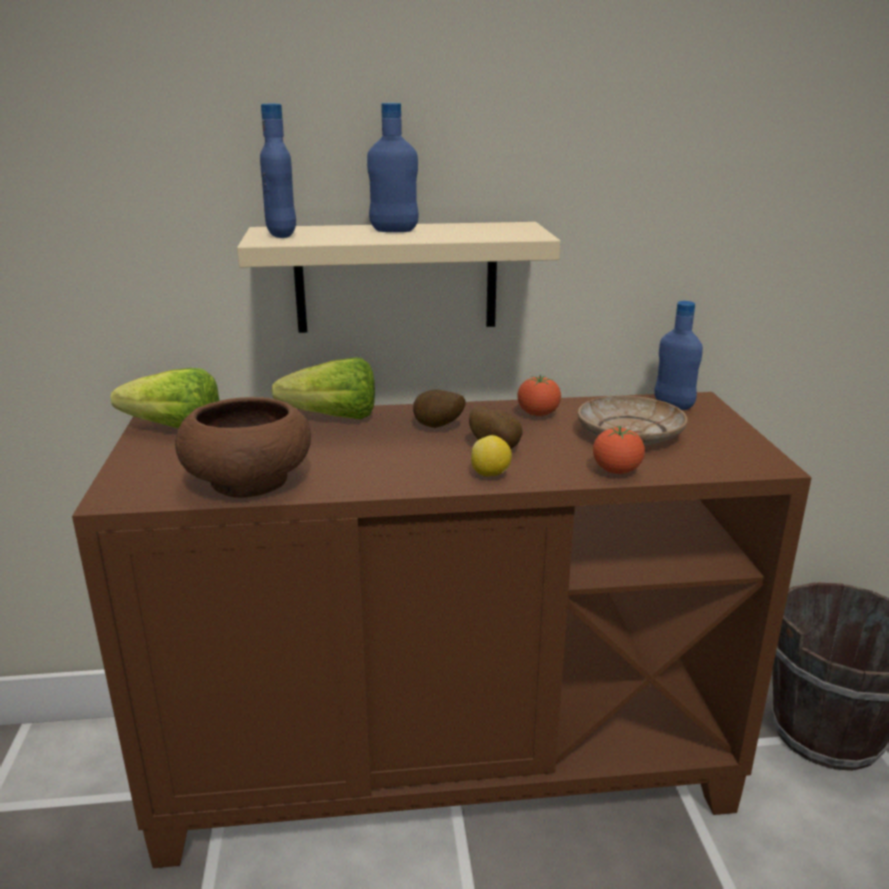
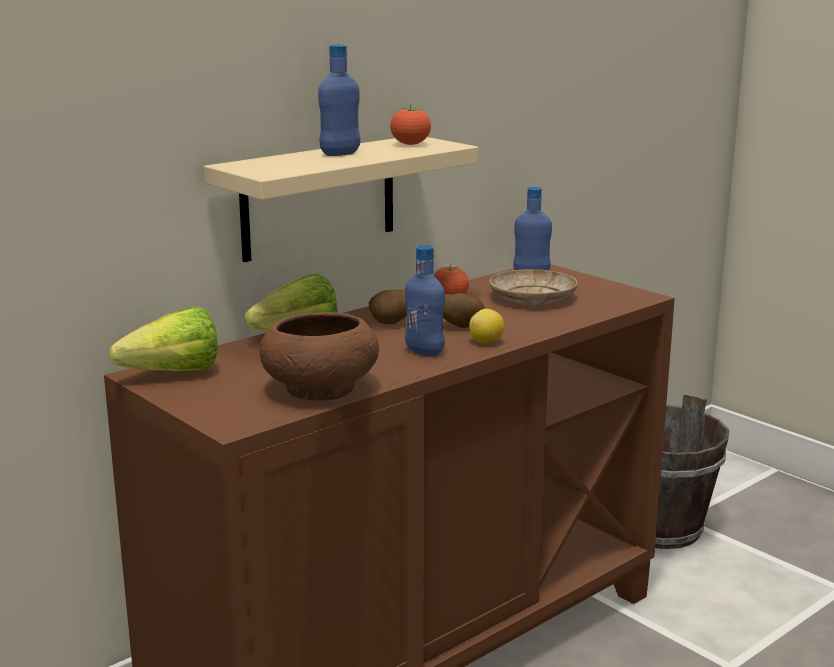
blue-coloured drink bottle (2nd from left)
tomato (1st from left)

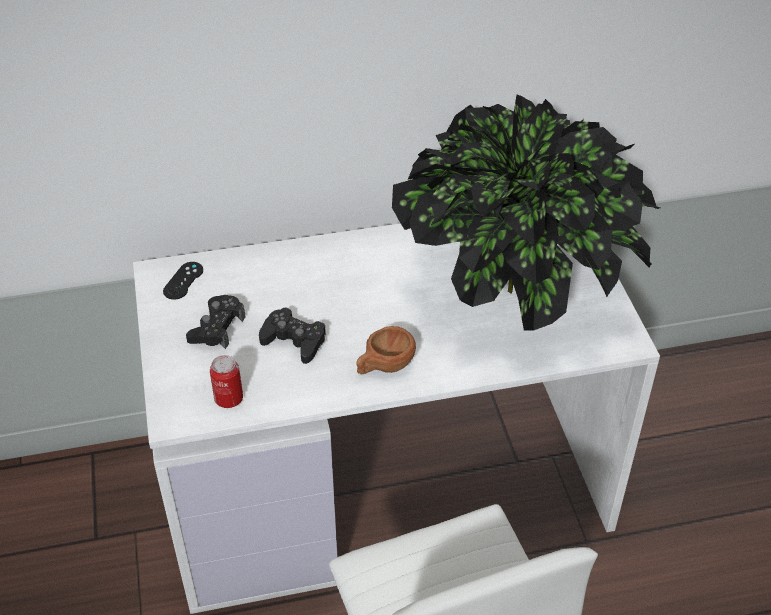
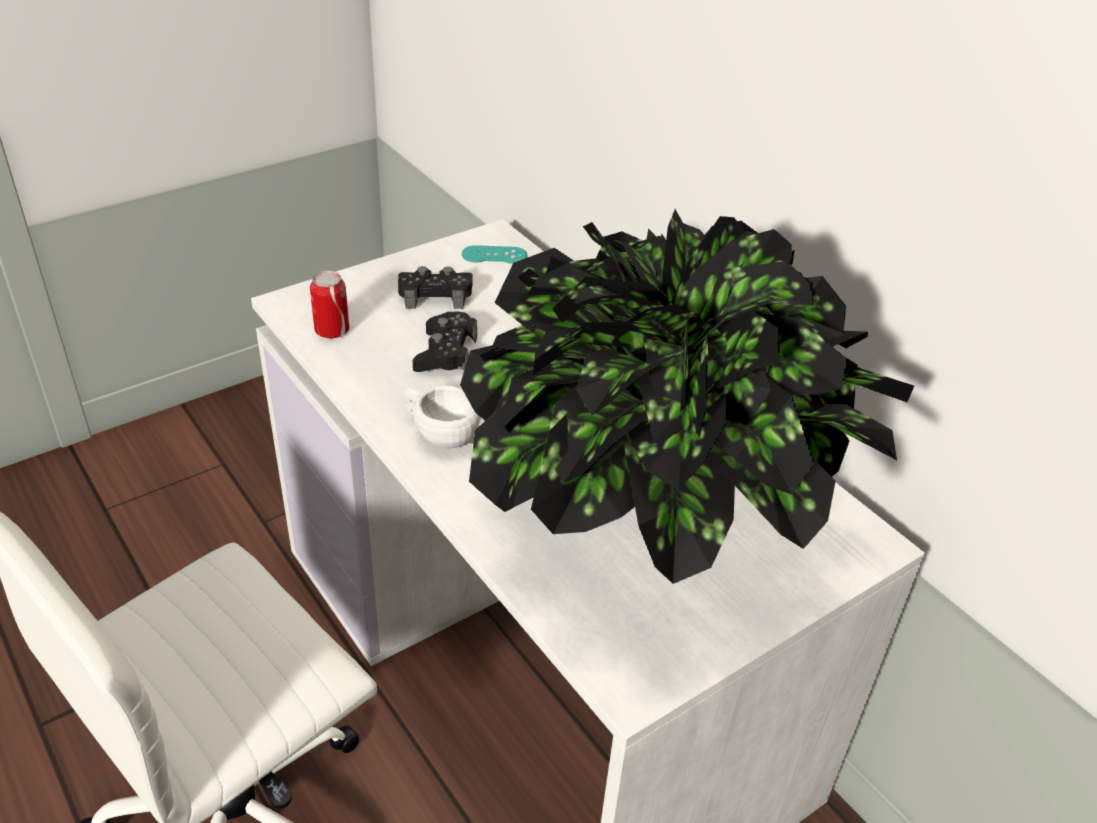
blue-green gamepad
white small cup

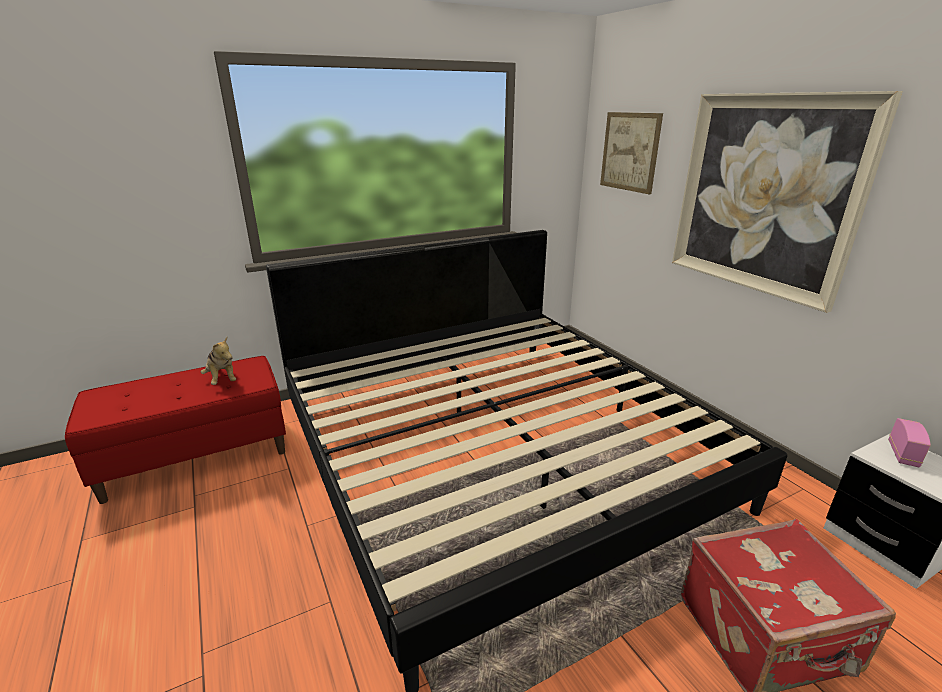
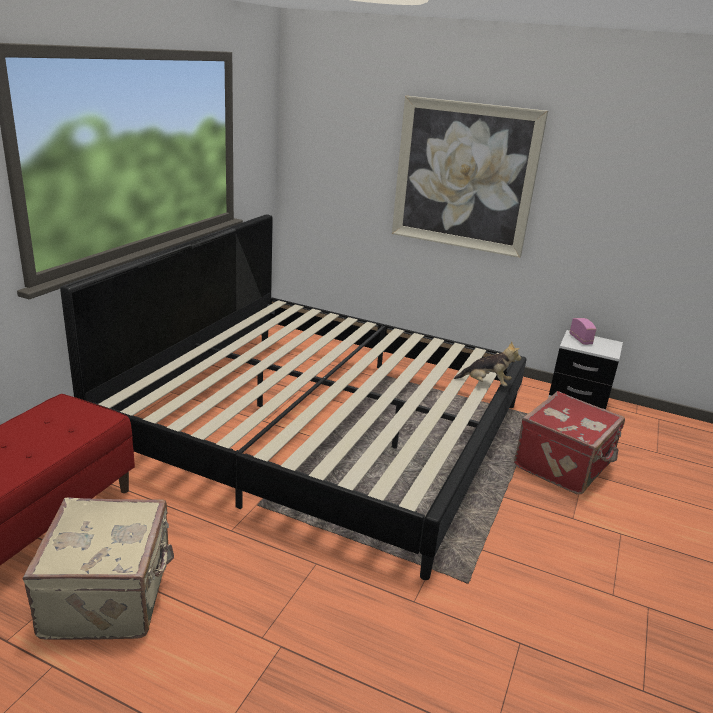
wall picture (1st from left in the first image)
soft toy
sand-coloured travel case

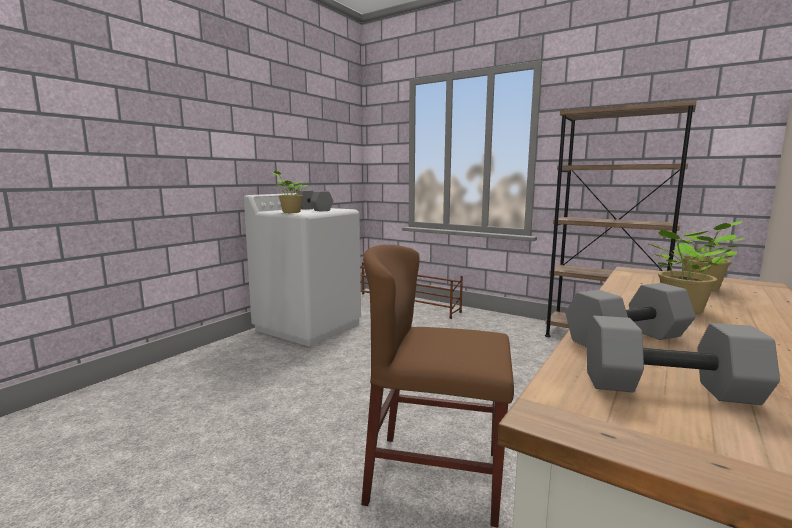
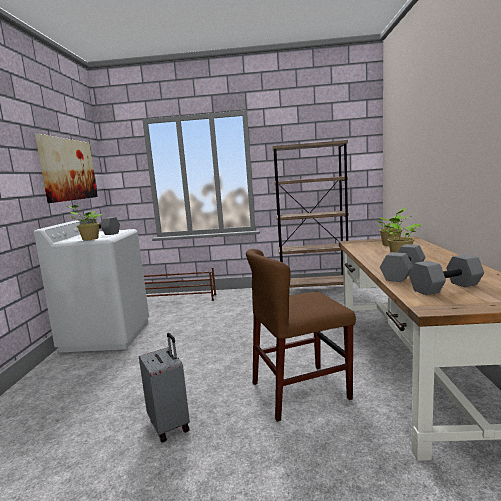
wall picture
gray travel case

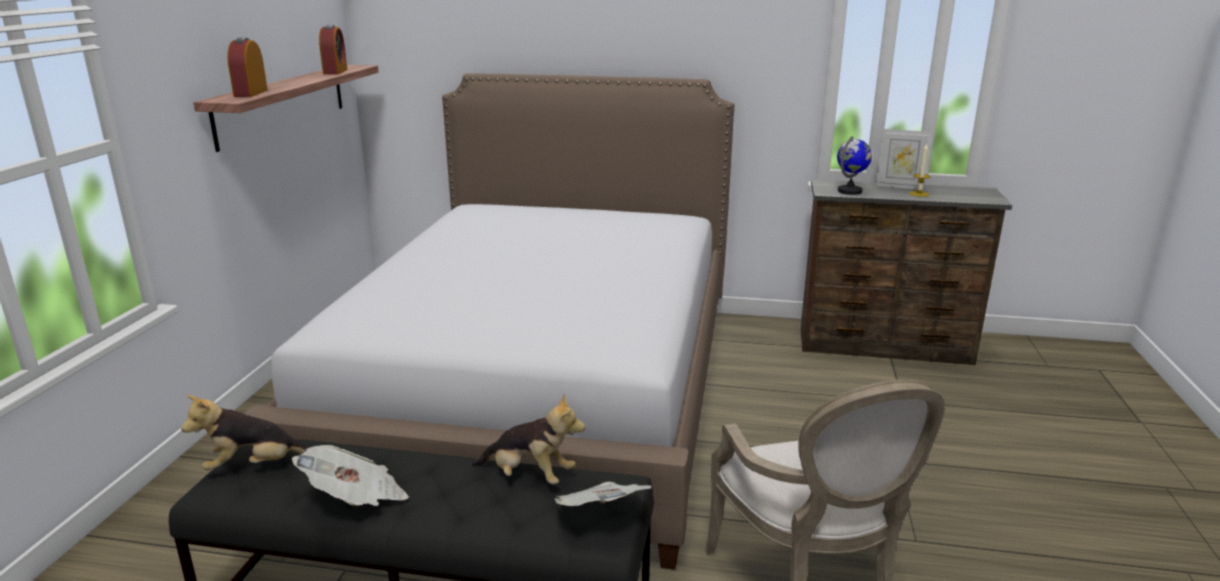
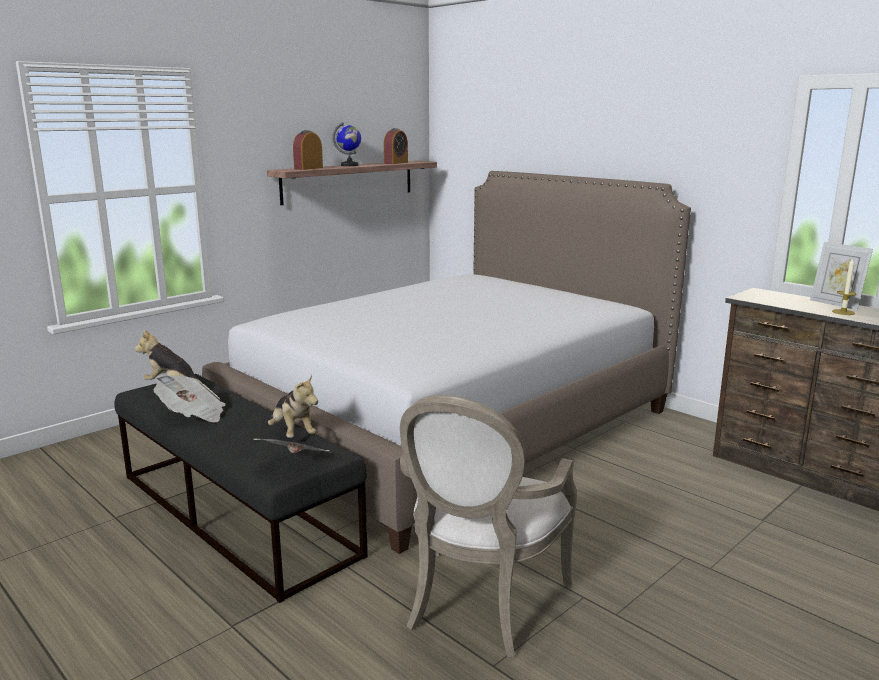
globe

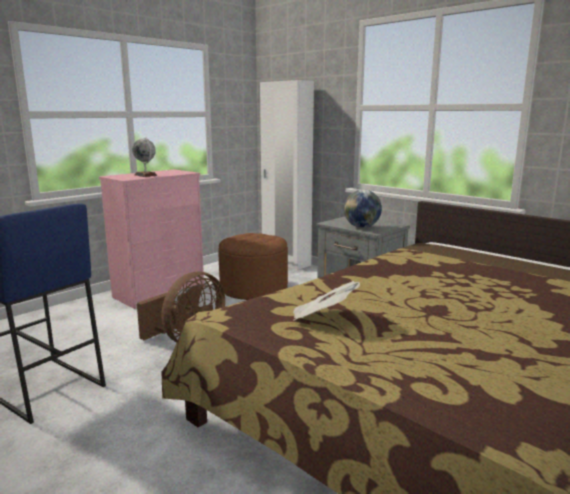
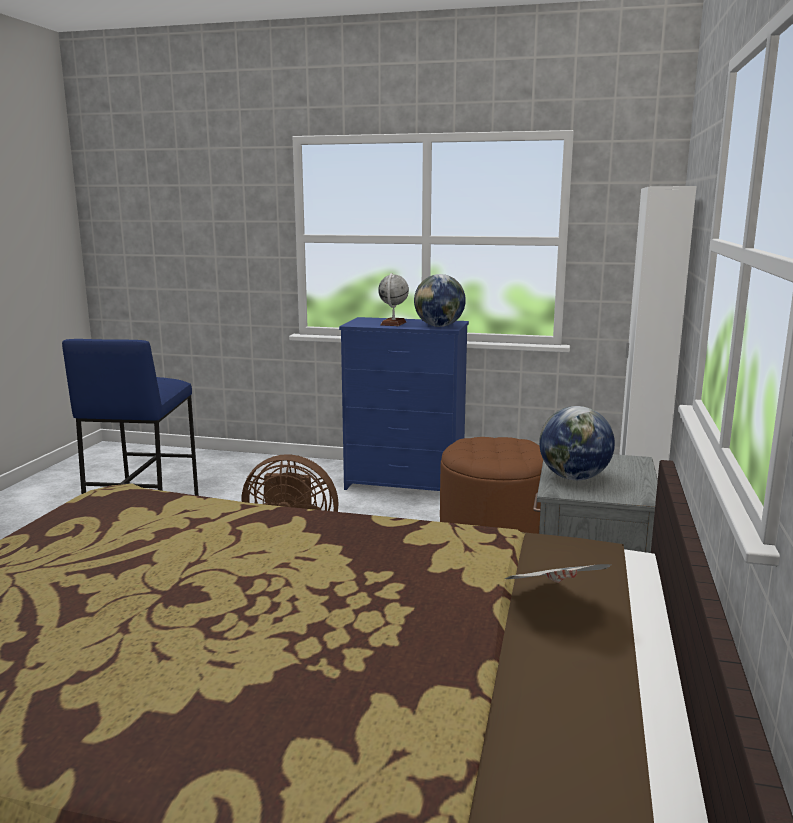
blue-coloured drawer chest
daily paper
globe (2nd from left)

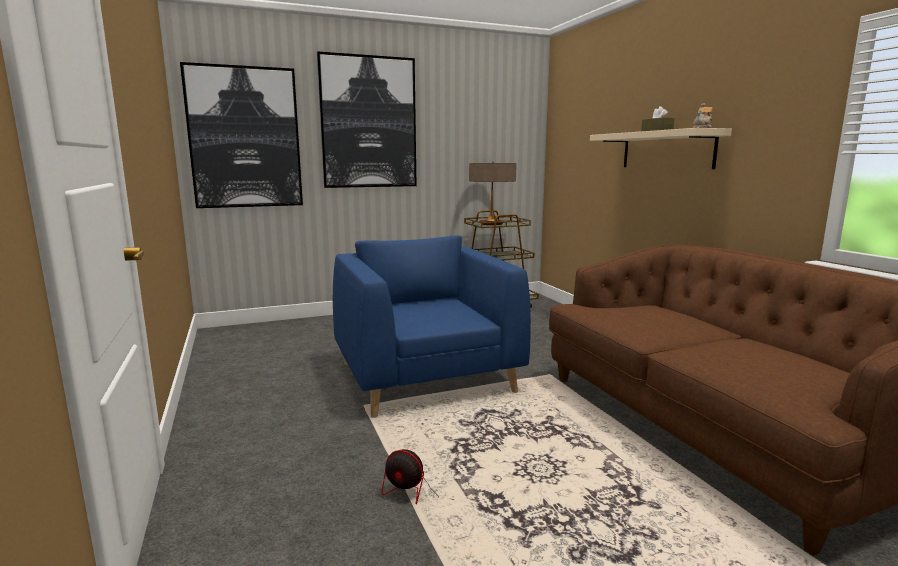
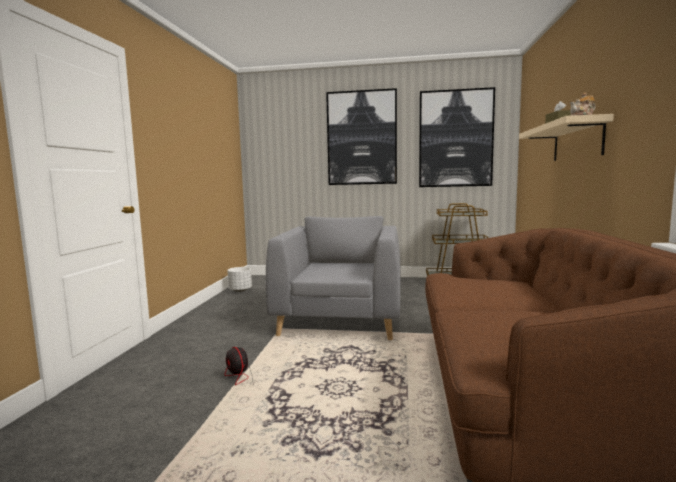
wall picture (2nd from left)
table lamp
gray armchair
white planter

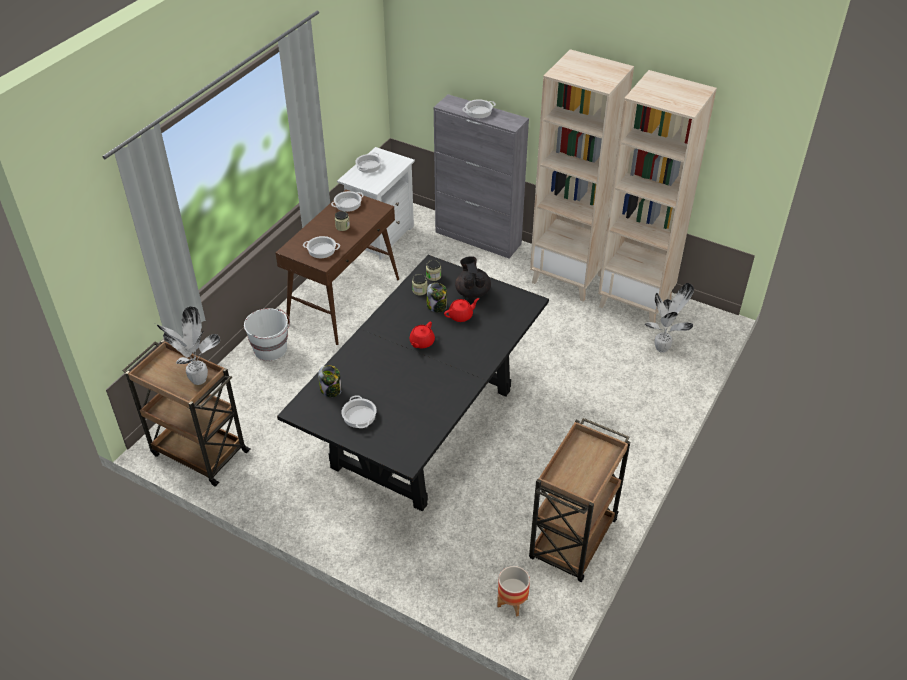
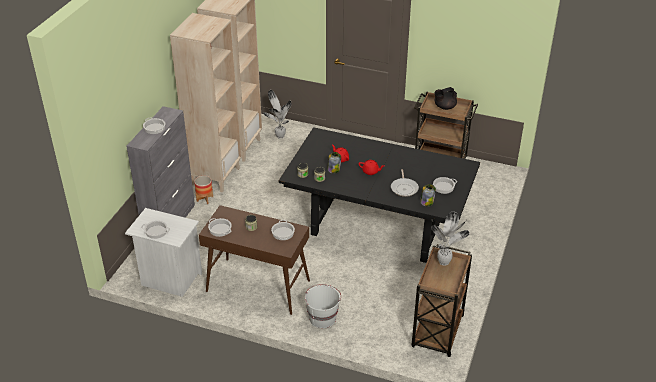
black-coloured tea pot
planter
pan

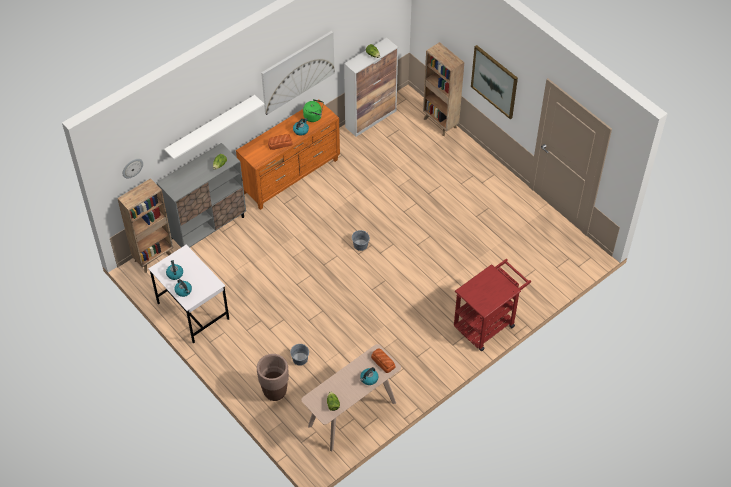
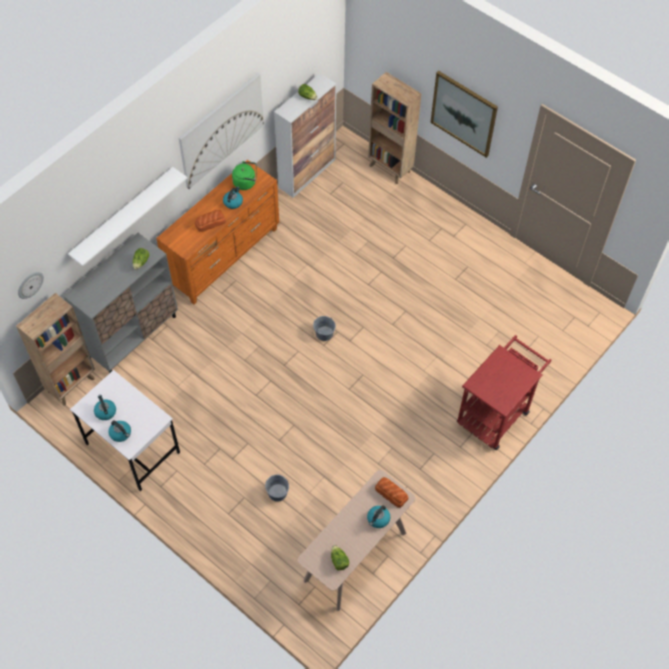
brown planter

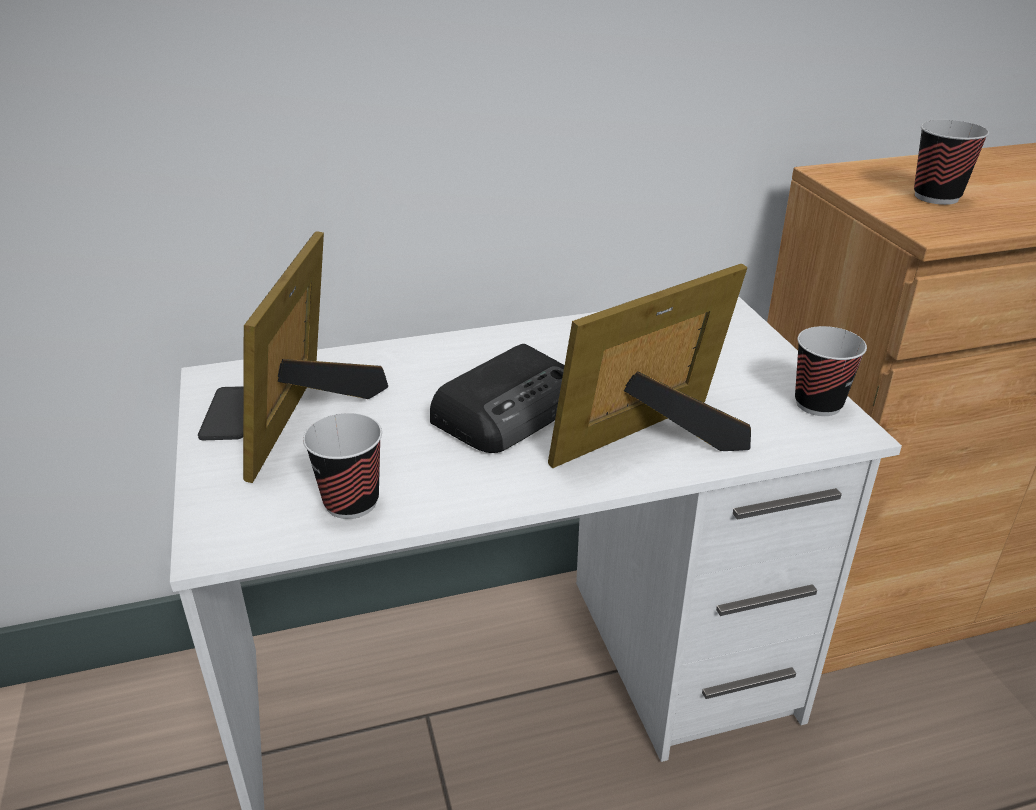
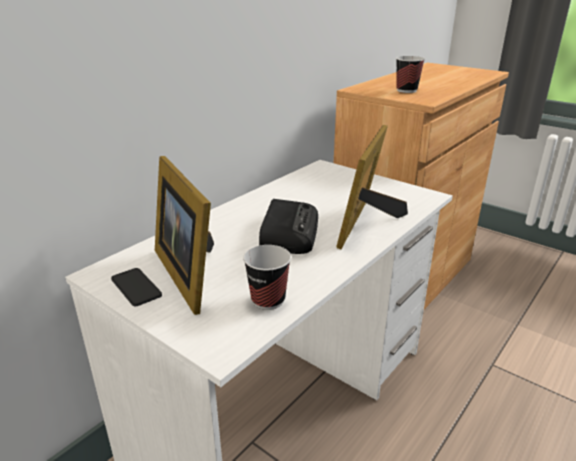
small cup (2nd from left in the first image)

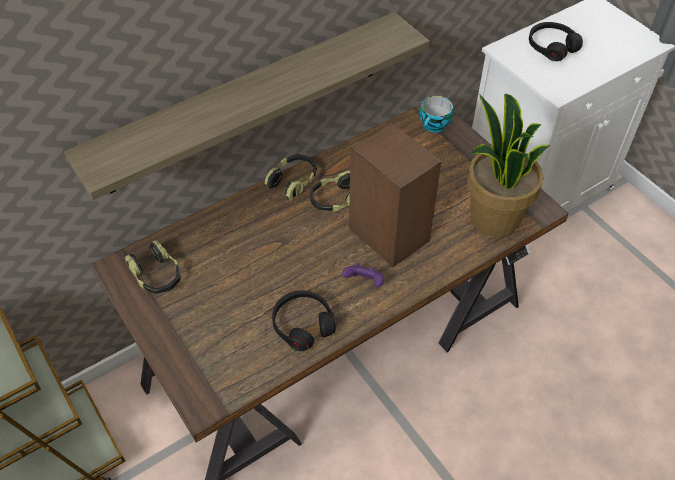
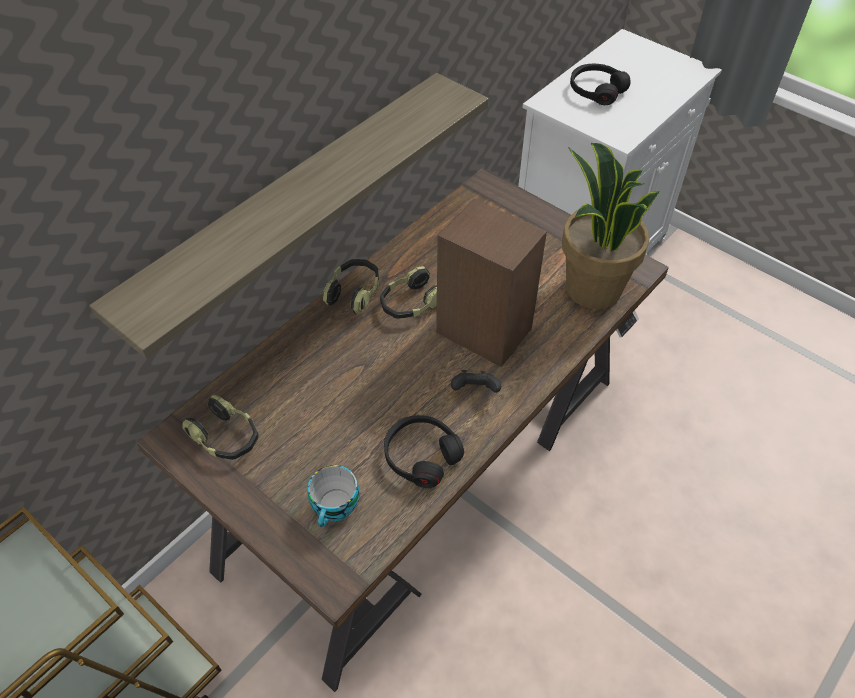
small cup
black-coloured gamepad

